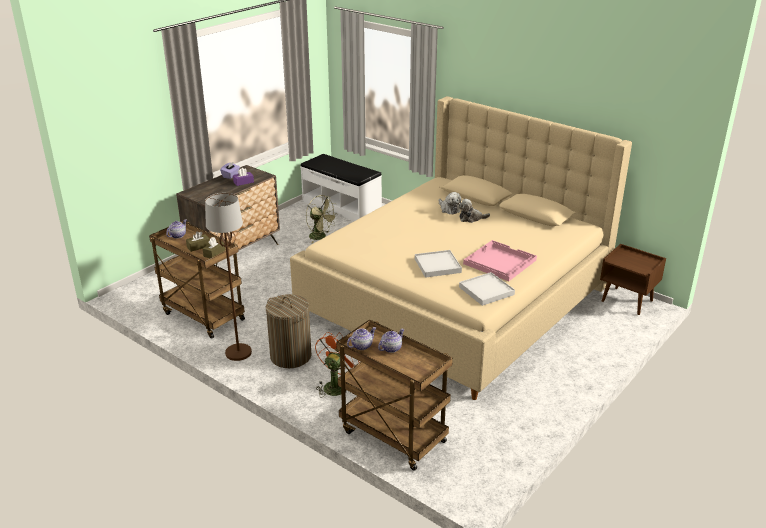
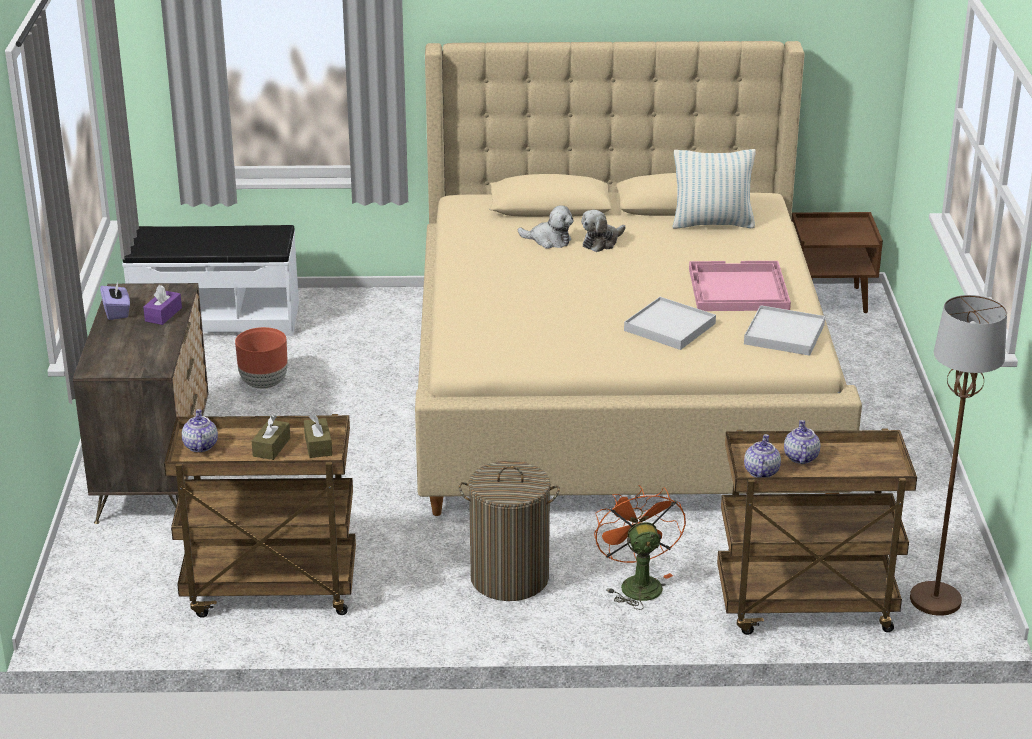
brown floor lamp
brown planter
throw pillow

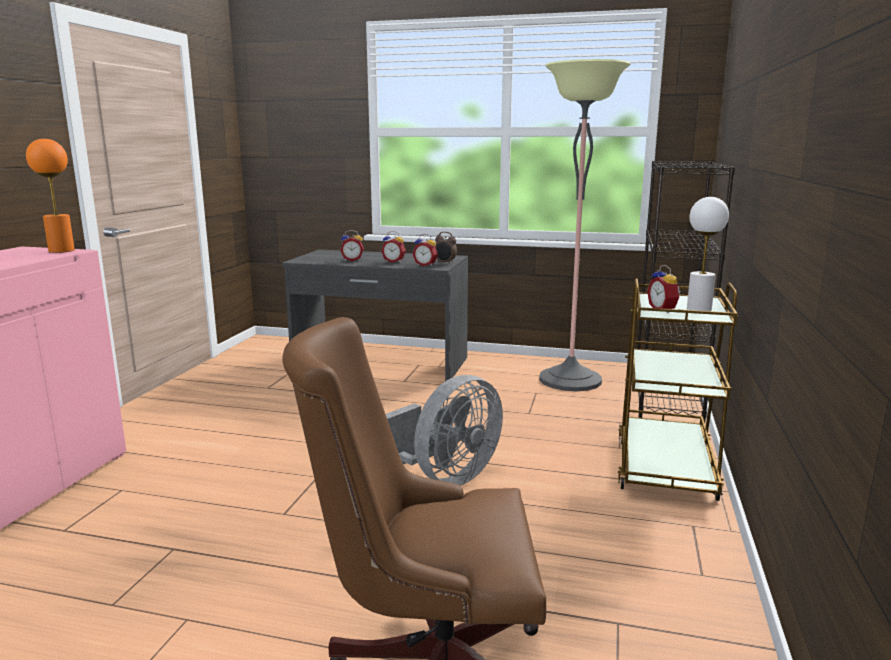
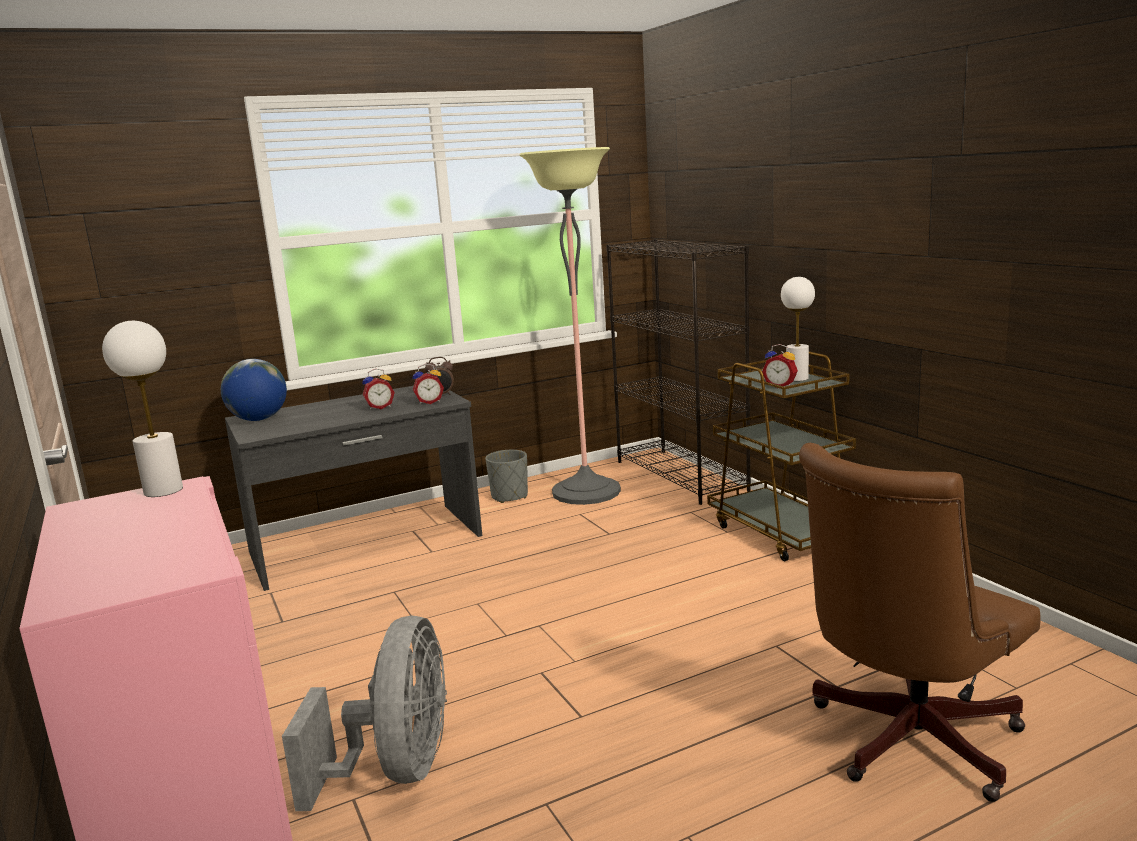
white table lamp (1st from left)
bedside clock (1st from left in the first image)
gray fan
globe
gray planter

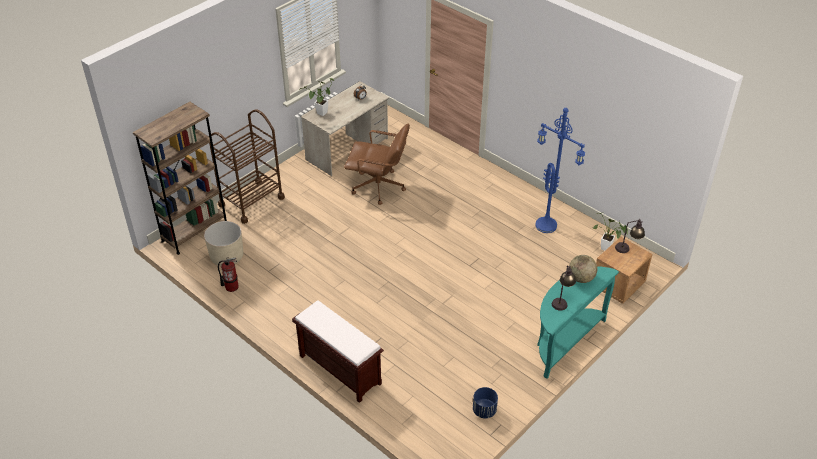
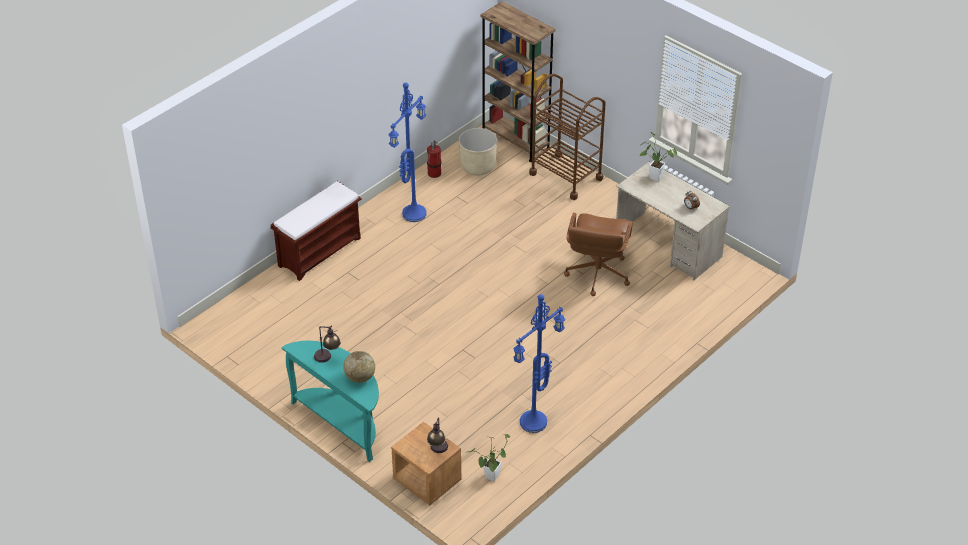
blue-coloured planter
blue-coloured floor lamp (1st from left)

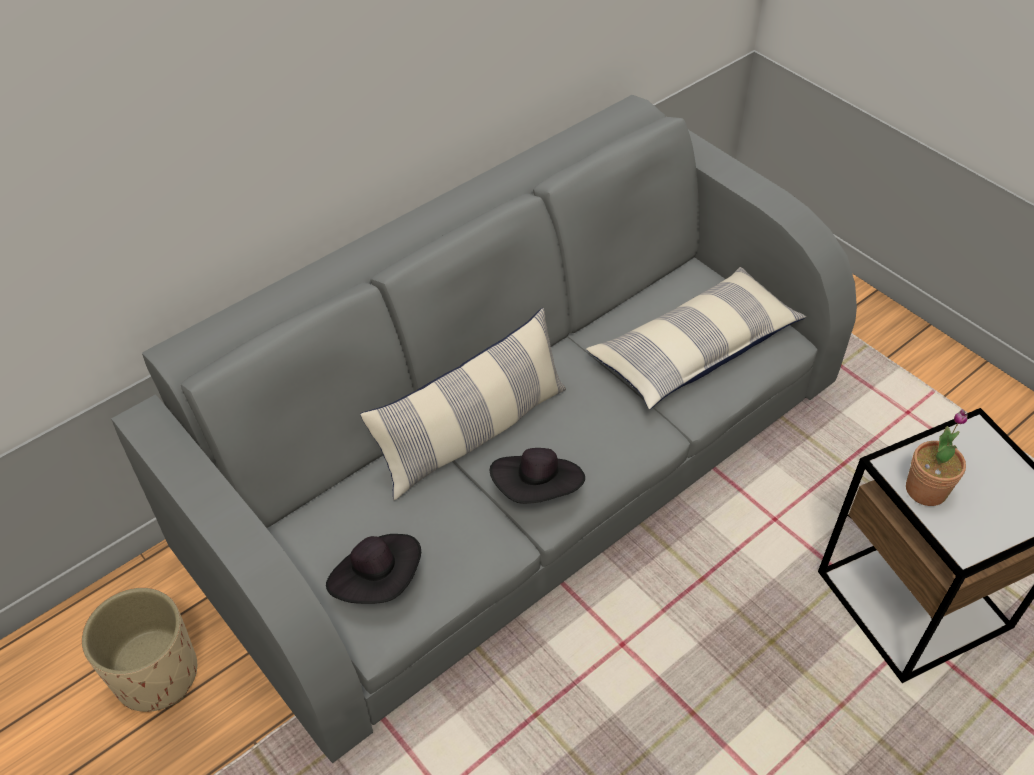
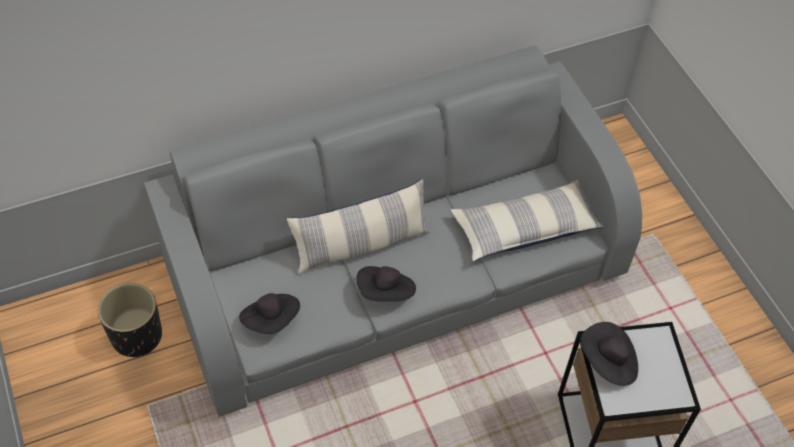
black-coloured clothing hat (3rd from left)
black-coloured planter

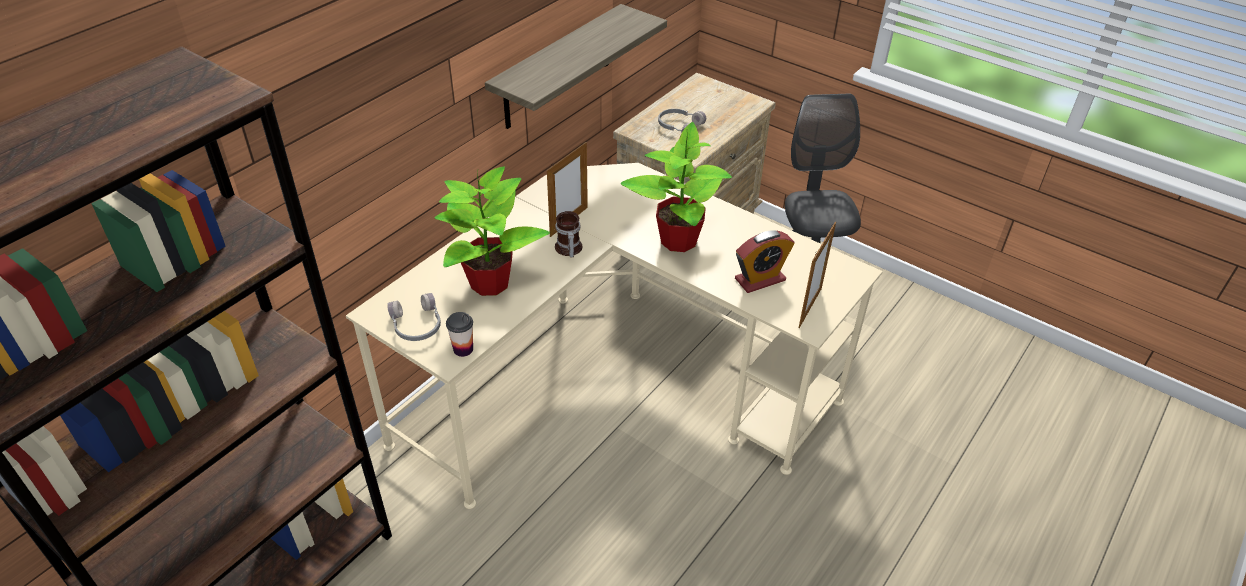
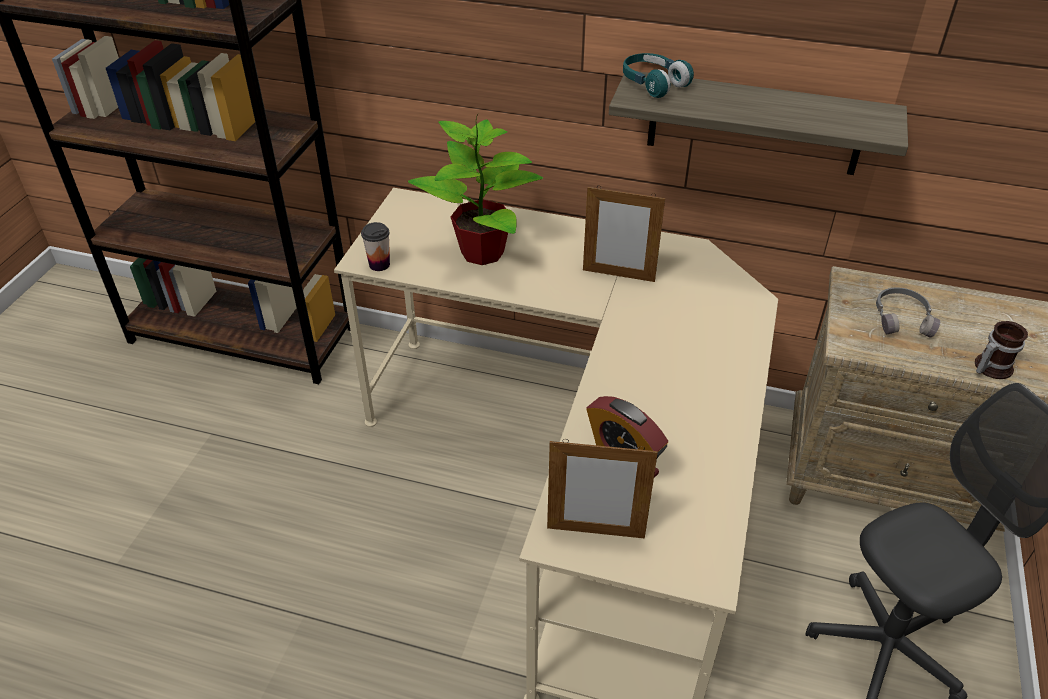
plant in a pot (2nd from left in the first image)
tea mug
gray pair of headphones (1st from left in the first image)
blue-green pair of headphones

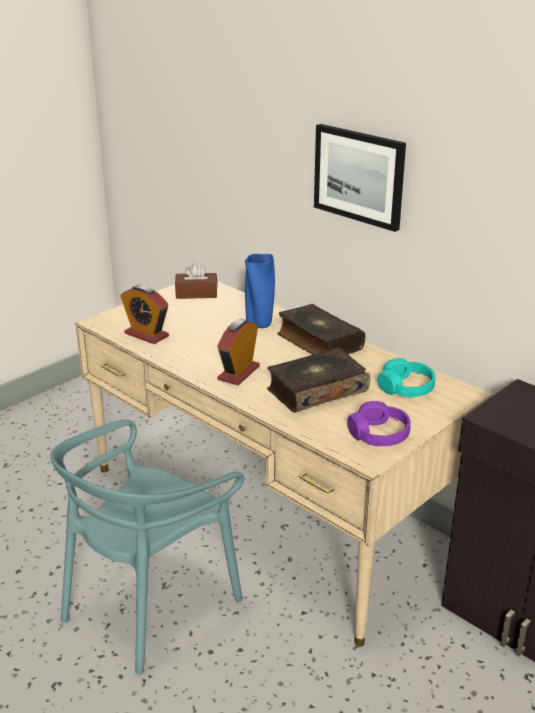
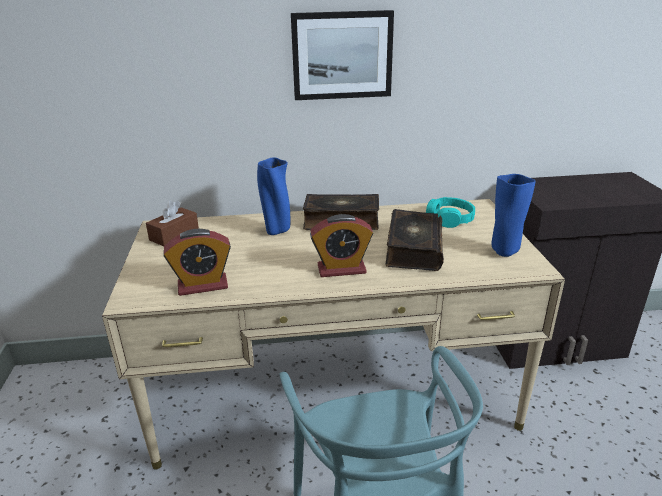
bedside clock (2nd from left)
blue-coloured flower vase (2nd from left)

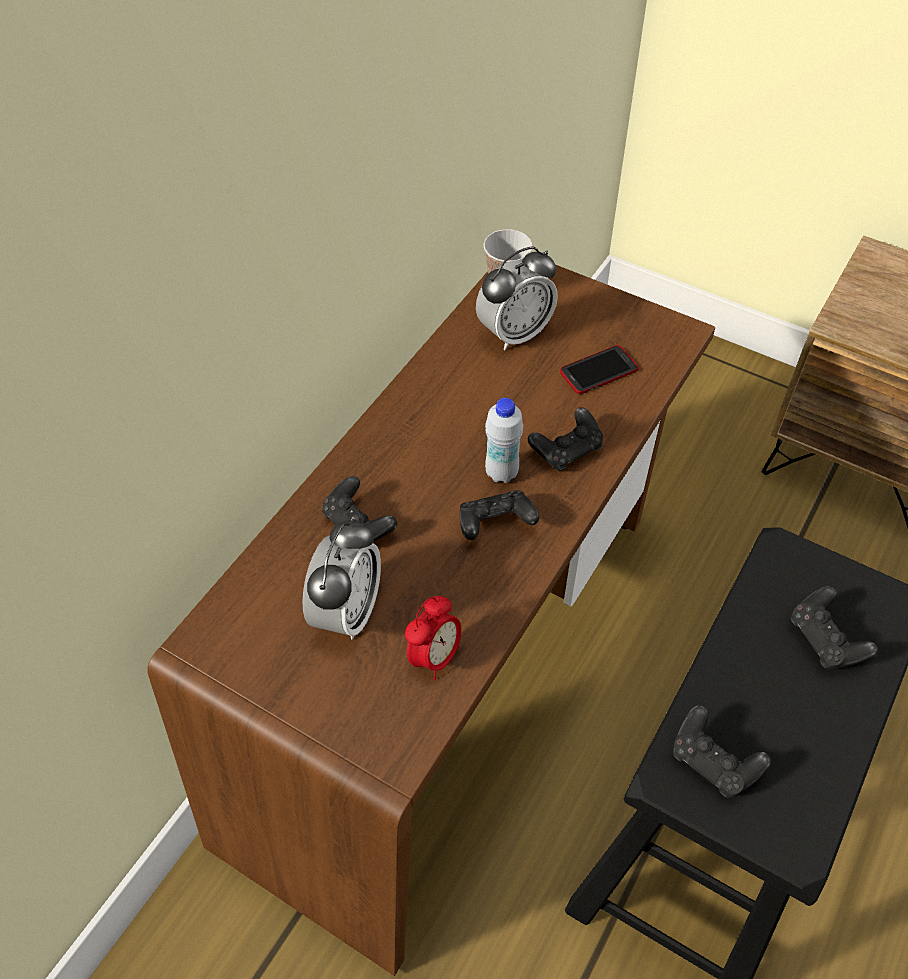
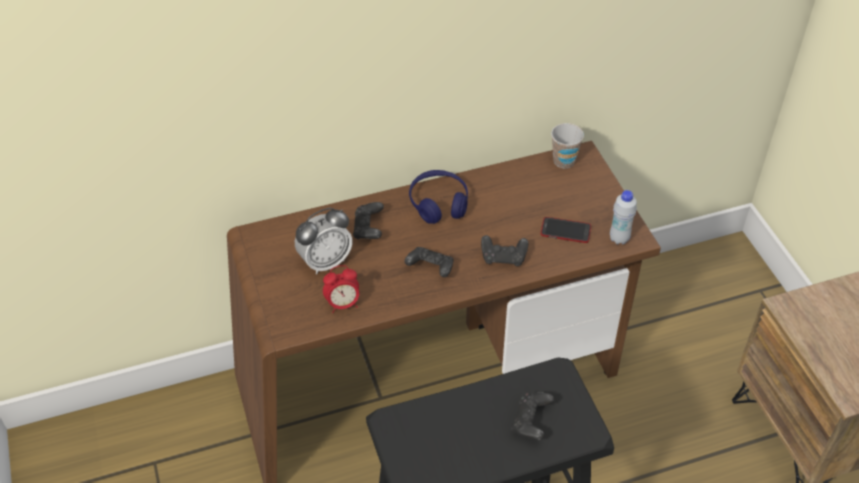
bedside clock (3rd from left in the first image)
white drink bottle
black-coloured gamepad (4th from left in the first image)
blue-coloured pair of headphones

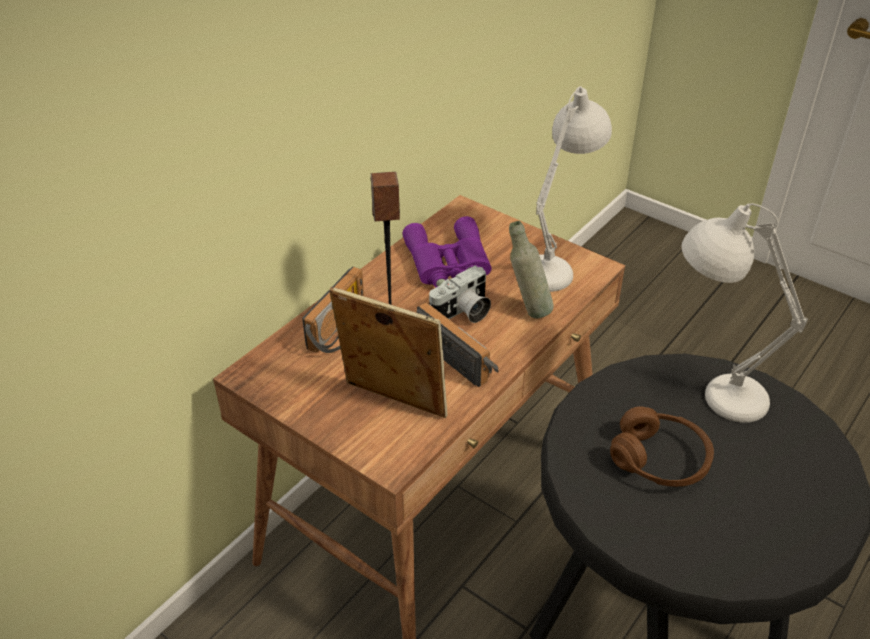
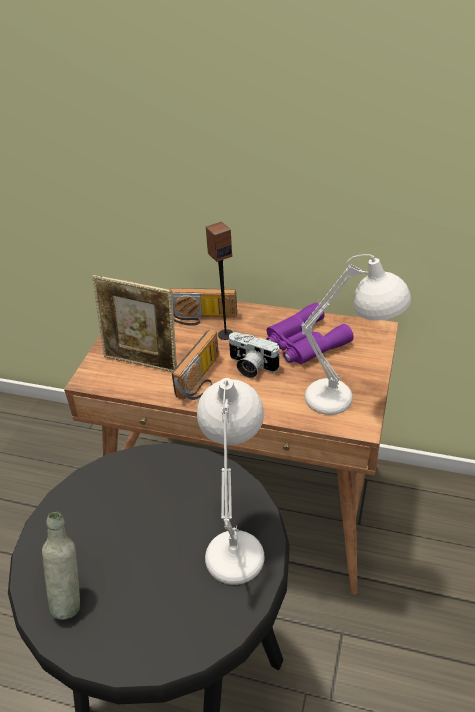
gray drink bottle
picture frame
brown pair of headphones

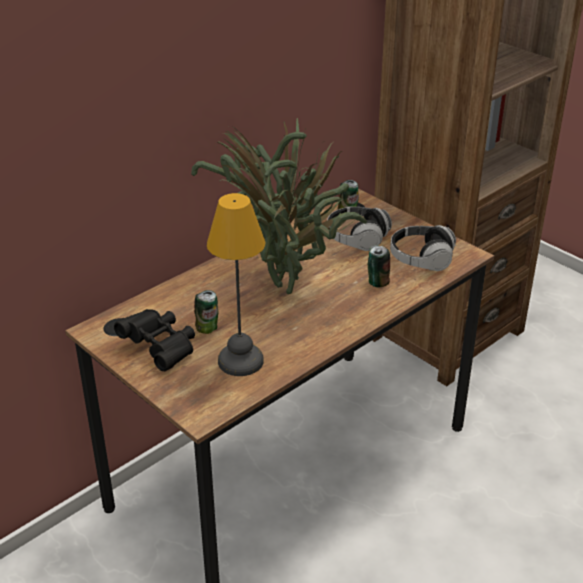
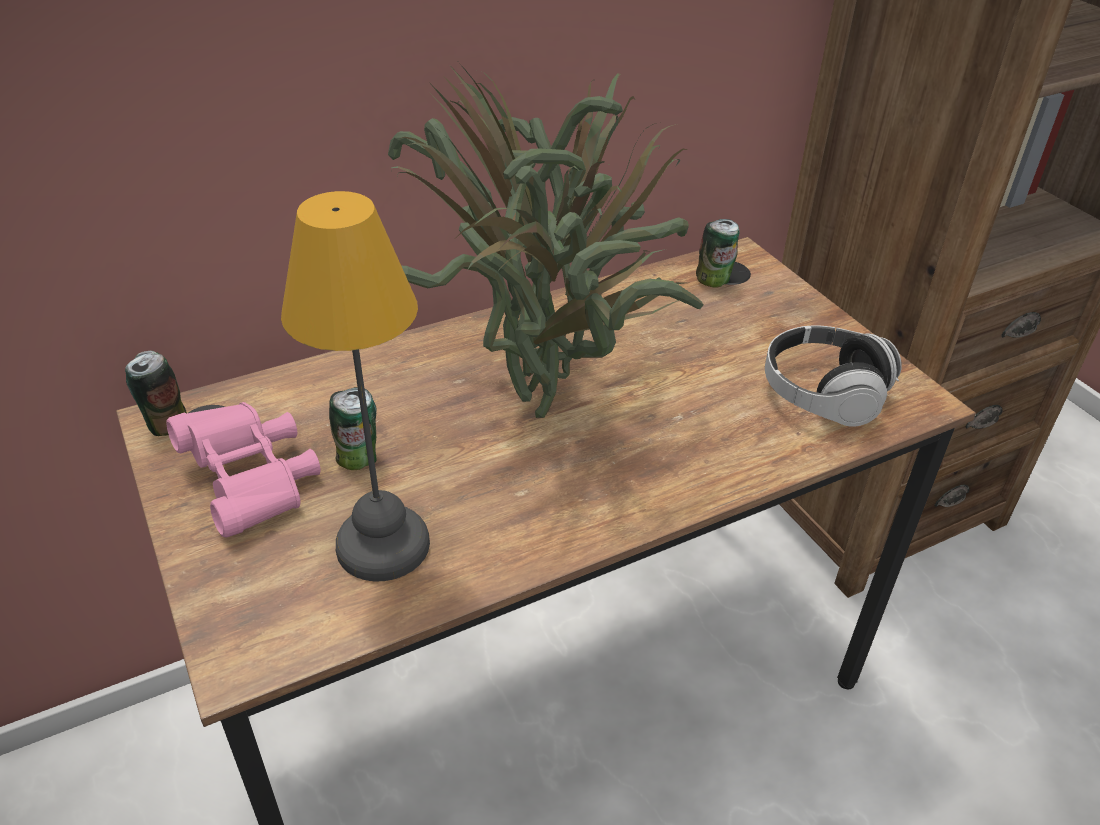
pair of headphones (1st from left in the first image)
sealed can (1st from left)
pinkish pair of binoculars

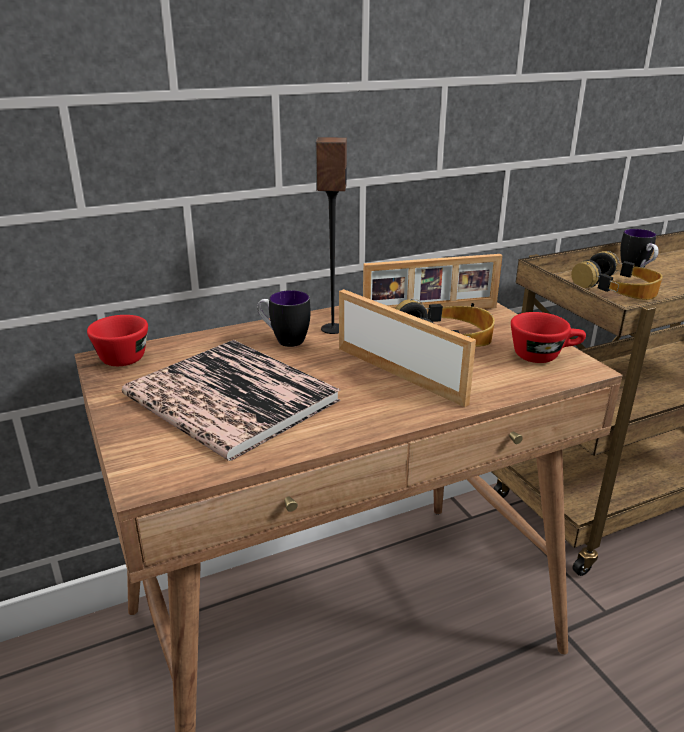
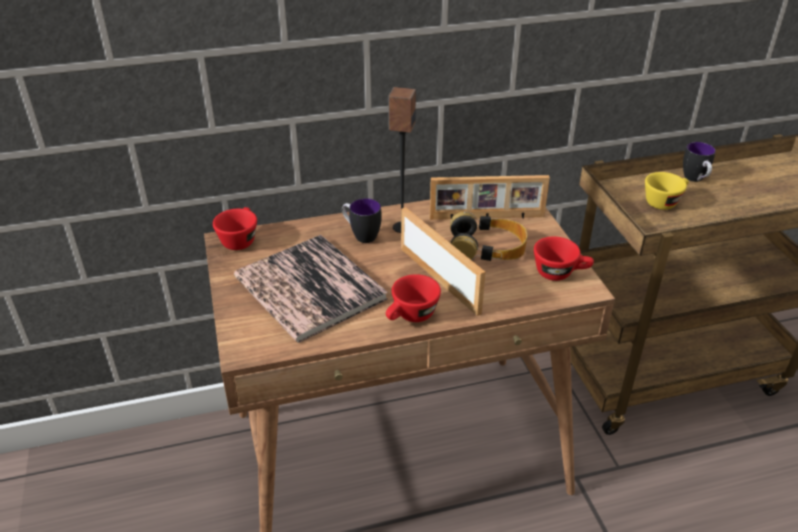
yellowish small cup
reddish small cup (2nd from left)

